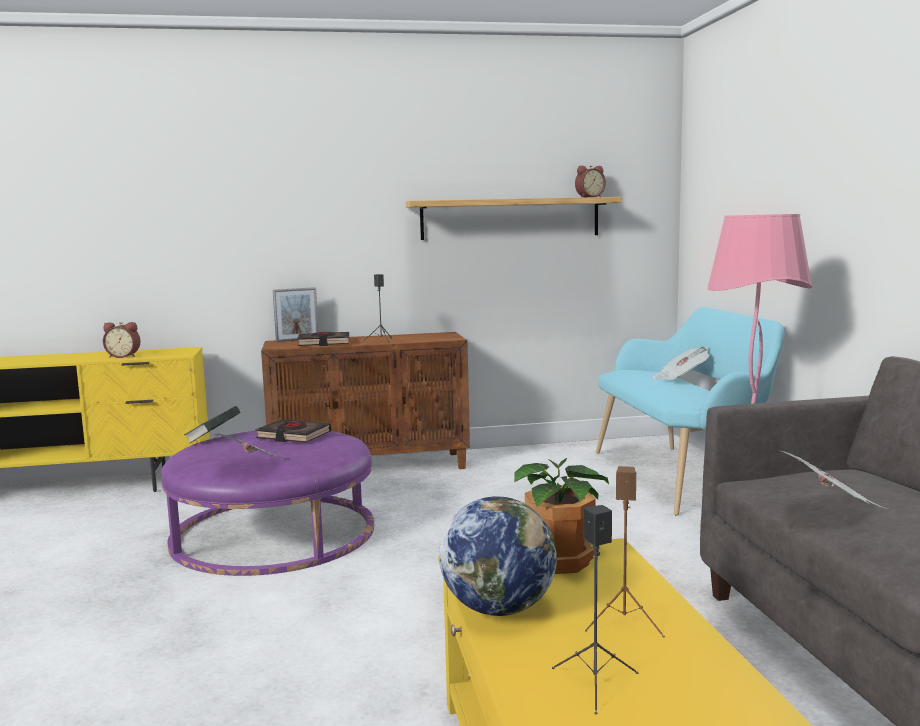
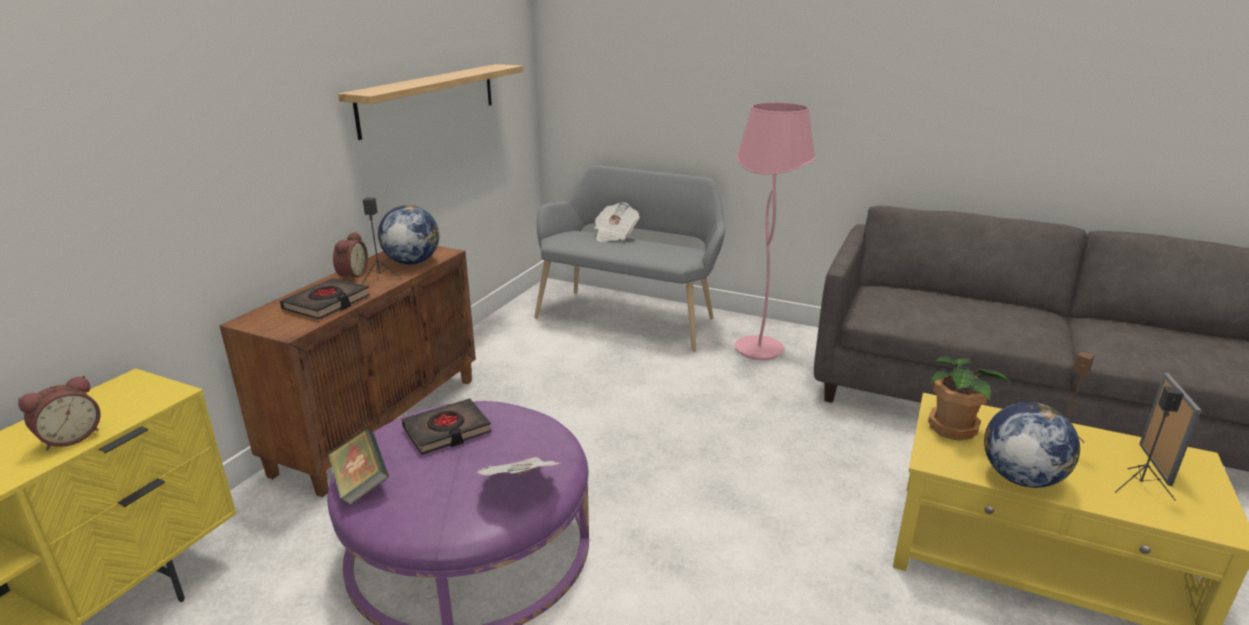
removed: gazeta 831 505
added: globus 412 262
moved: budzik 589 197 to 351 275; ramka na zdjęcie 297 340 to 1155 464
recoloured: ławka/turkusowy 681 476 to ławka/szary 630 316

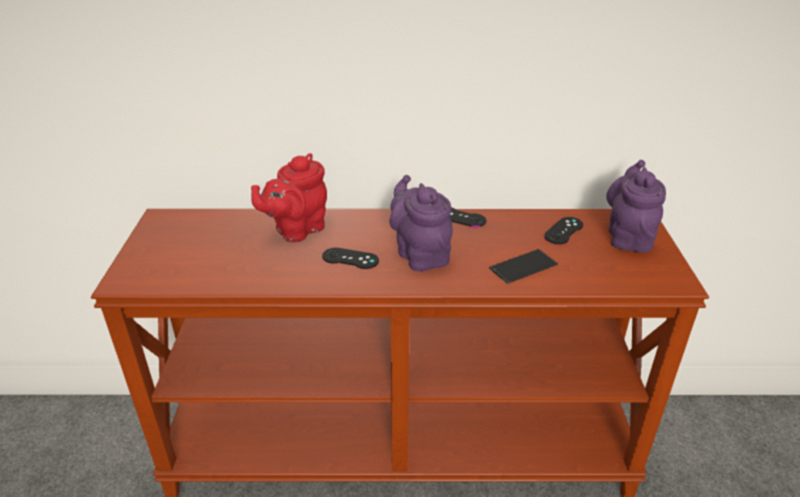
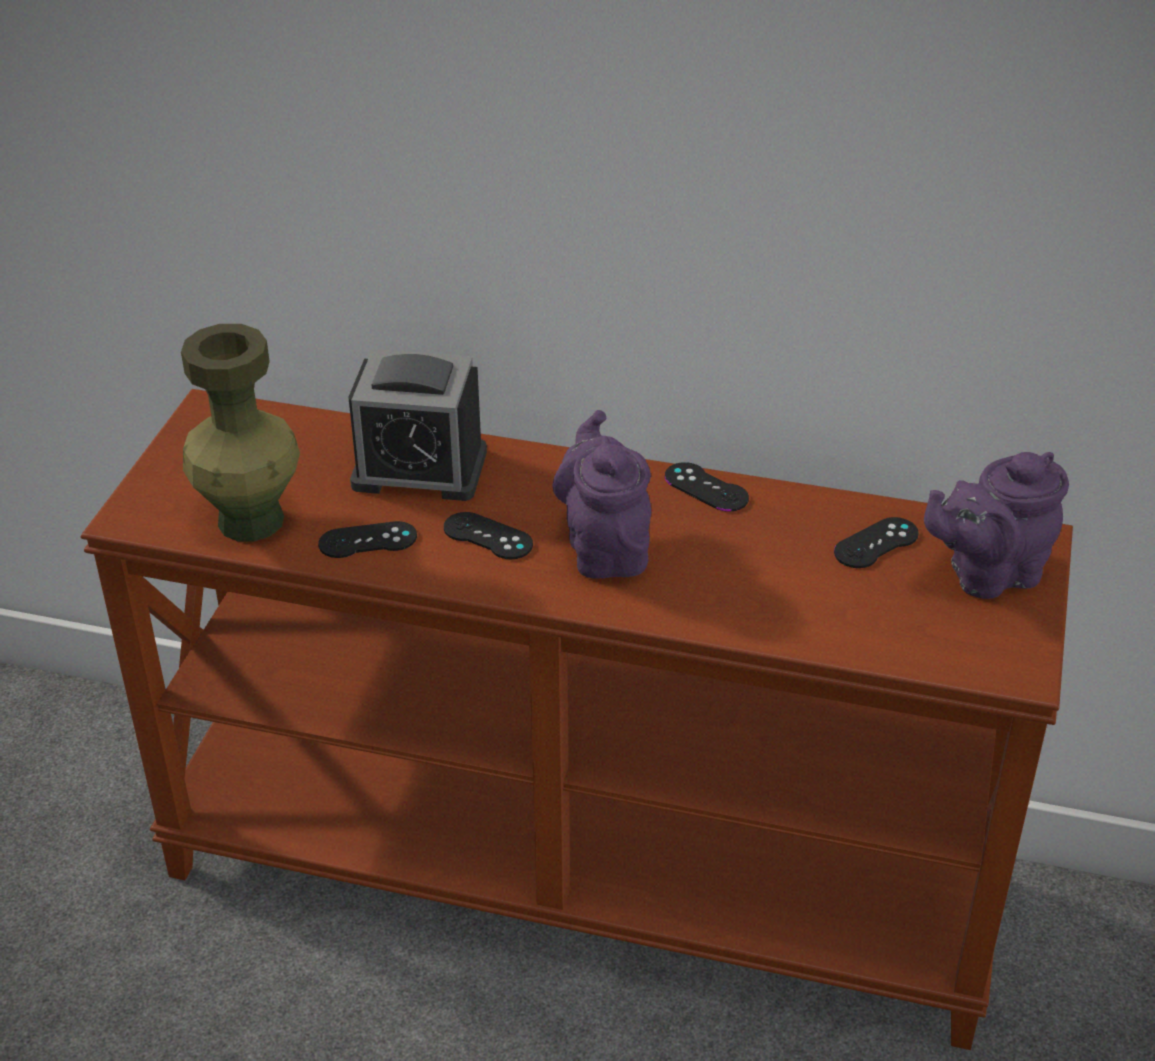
removed: telefon 523 266
added: wazon/zielony 251 520; pad do gier/czarny 368 540
replaced: imbryk/czerwony 296 230 to budzik 419 469
turned: imbryk/fioletowy 628 236 = 987 574 135 degrees counterclockwise

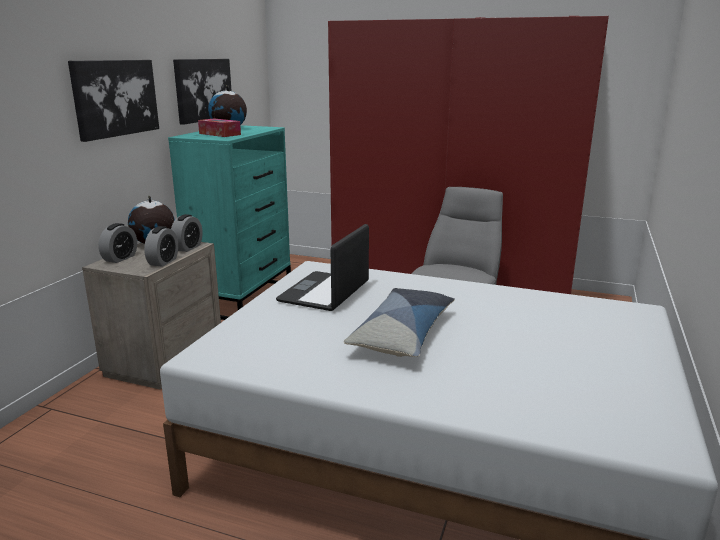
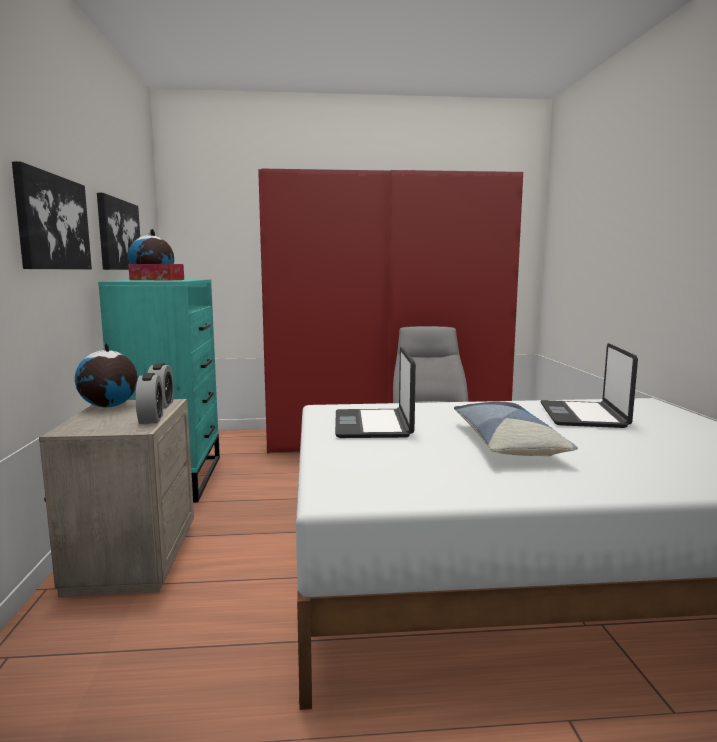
removed: budzik 120 258
added: laptop 583 416

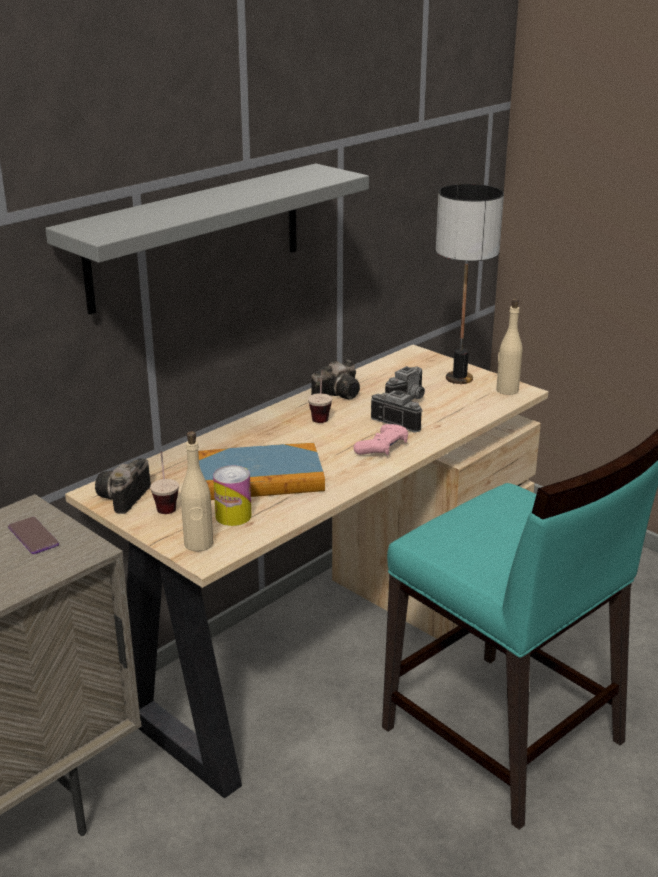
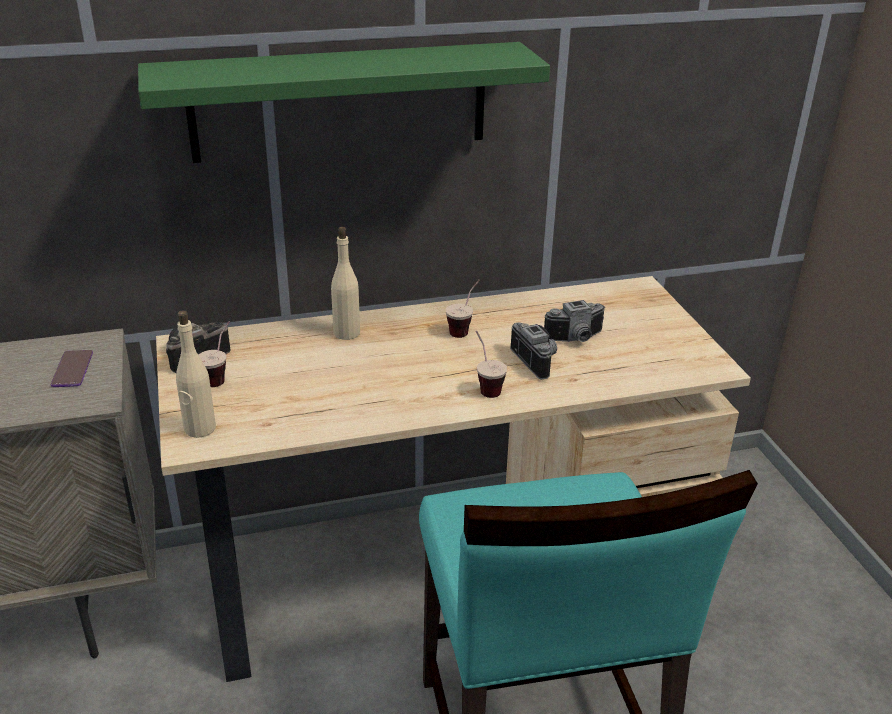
removed: lampa stołowa 458 379; aparat fotograficzny 340 393; książka 259 478; puszka 233 516
moved: butelka/beżowy 507 390 to 346 333
replaced: pad do gier/różowy 382 448 to filiżanka 485 386
recoloured: półka/szary 197 236 to półka/zielony 340 102

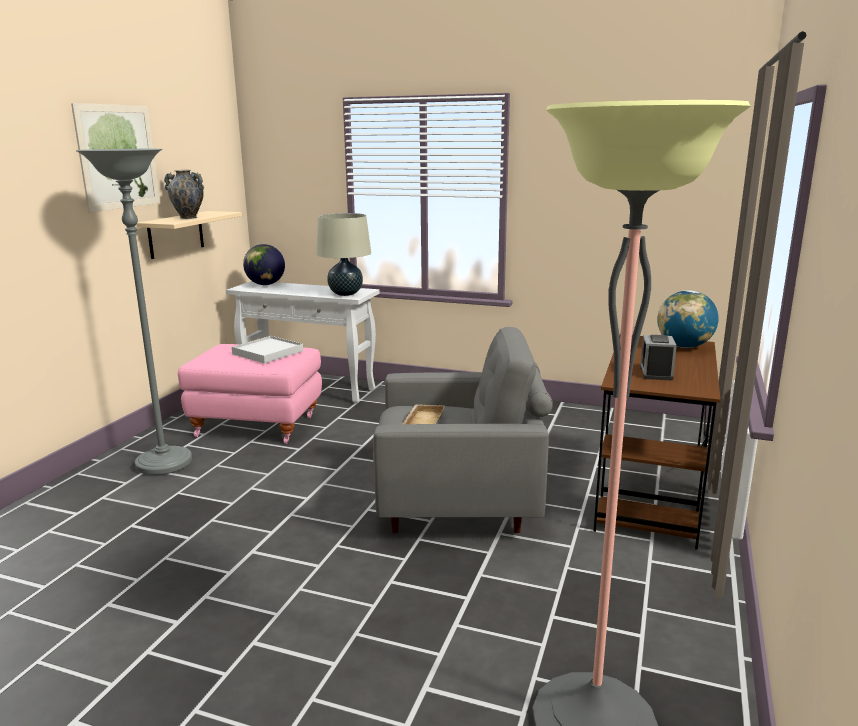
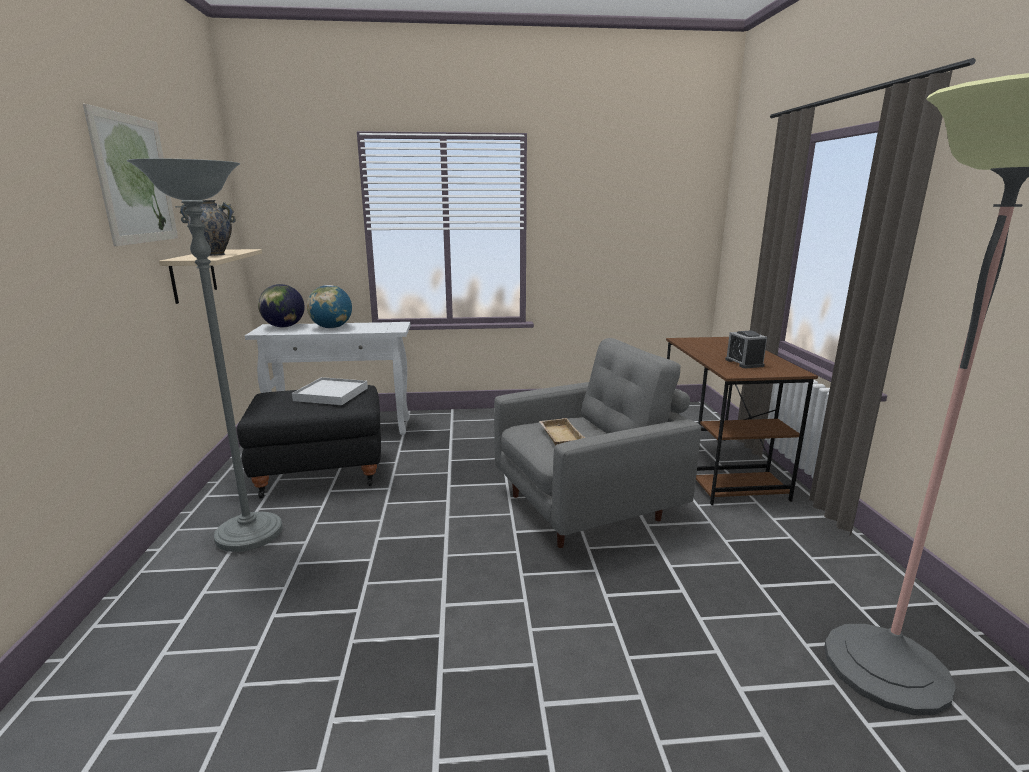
removed: lampa stołowa/beżowy 345 294
moved: globus 684 346 to 332 328
recoloured: pufa/różowy 258 424 to pufa/czarny 321 472

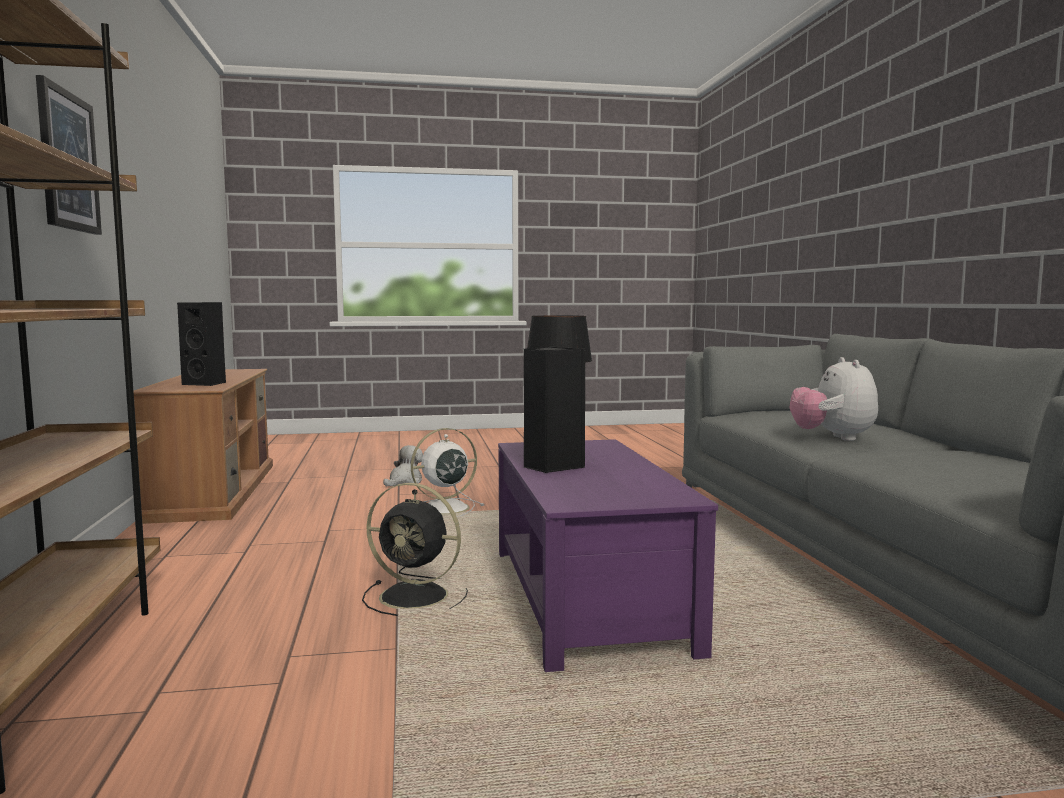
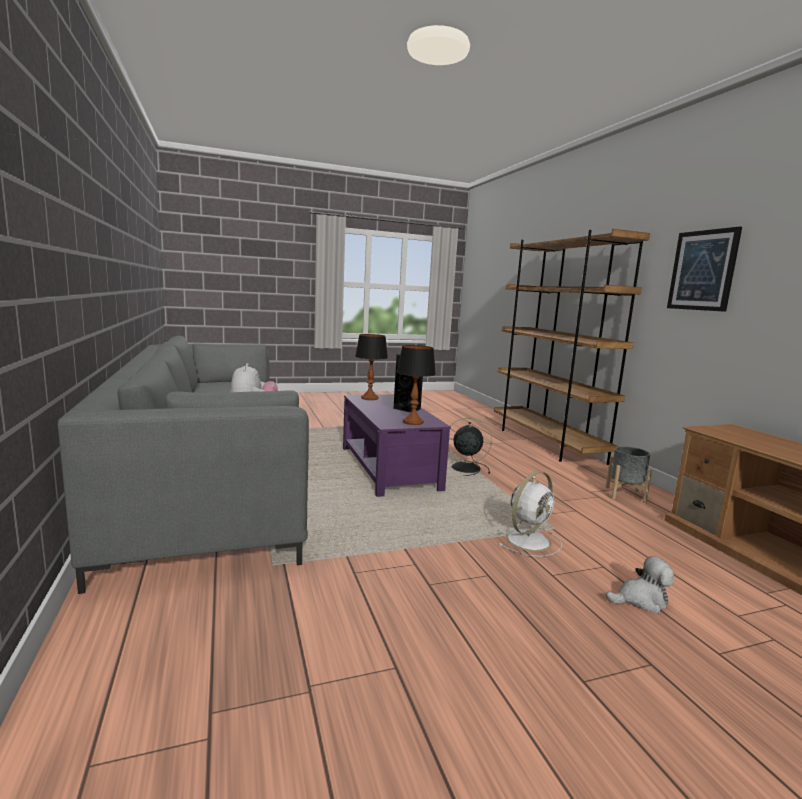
removed: głośnik/czarny 206 384
added: lampa stołowa 369 398; donica/szary 625 494
turned: pluszak 404 481 = 640 600 120 degrees counterclockwise

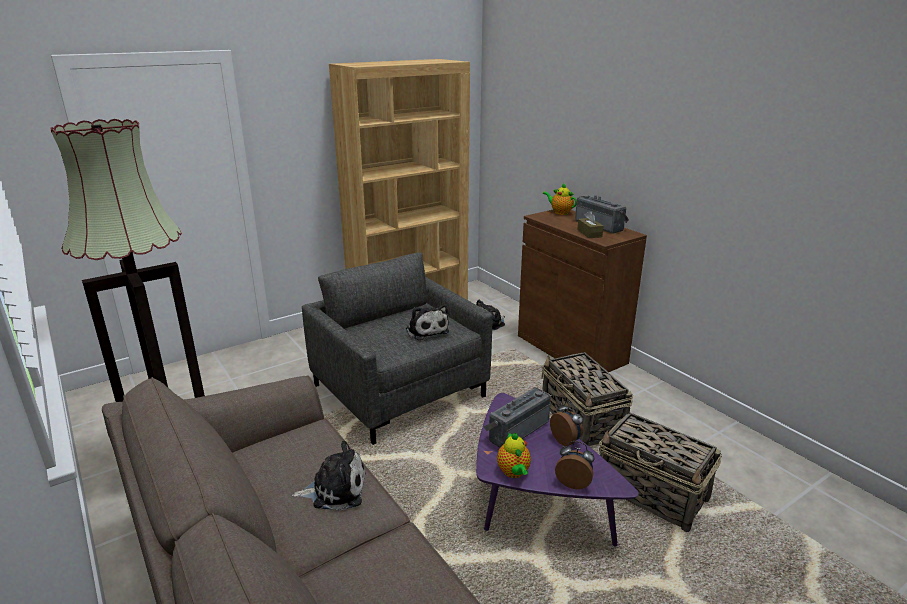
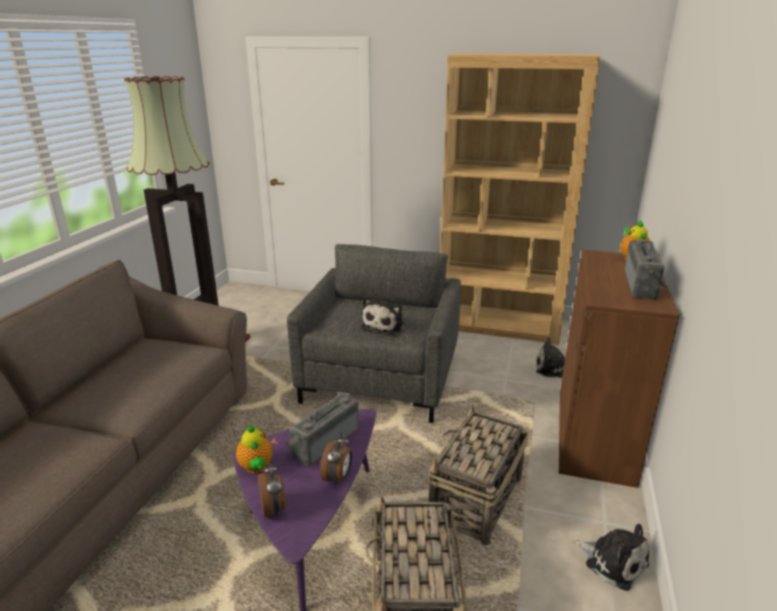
removed: pudełko chusteczek/brązowy 589 233
moved: pluszak 335 490 to 613 561
turned: radio 516 430 = 323 442 60 degrees counterclockwise; imbryk 513 473 = 256 467 60 degrees counterclockwise

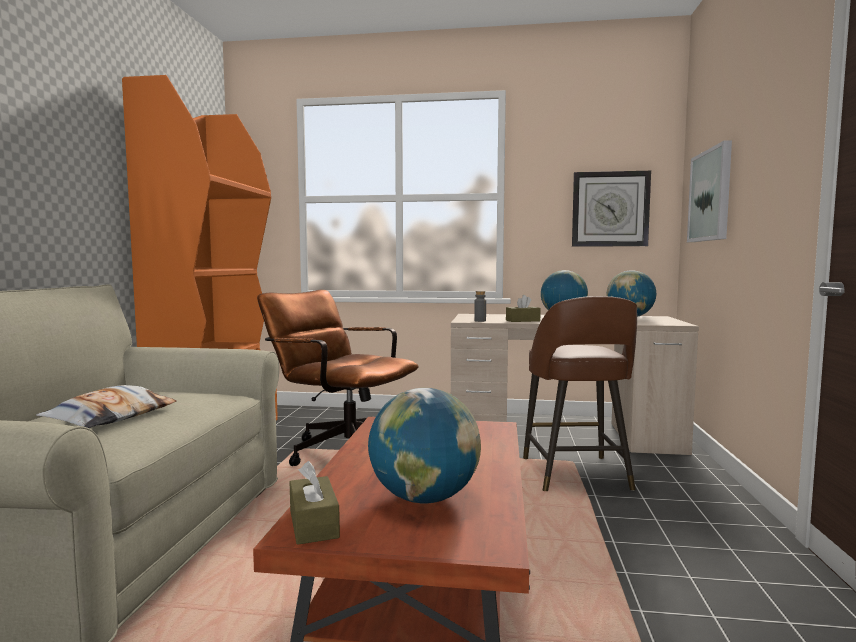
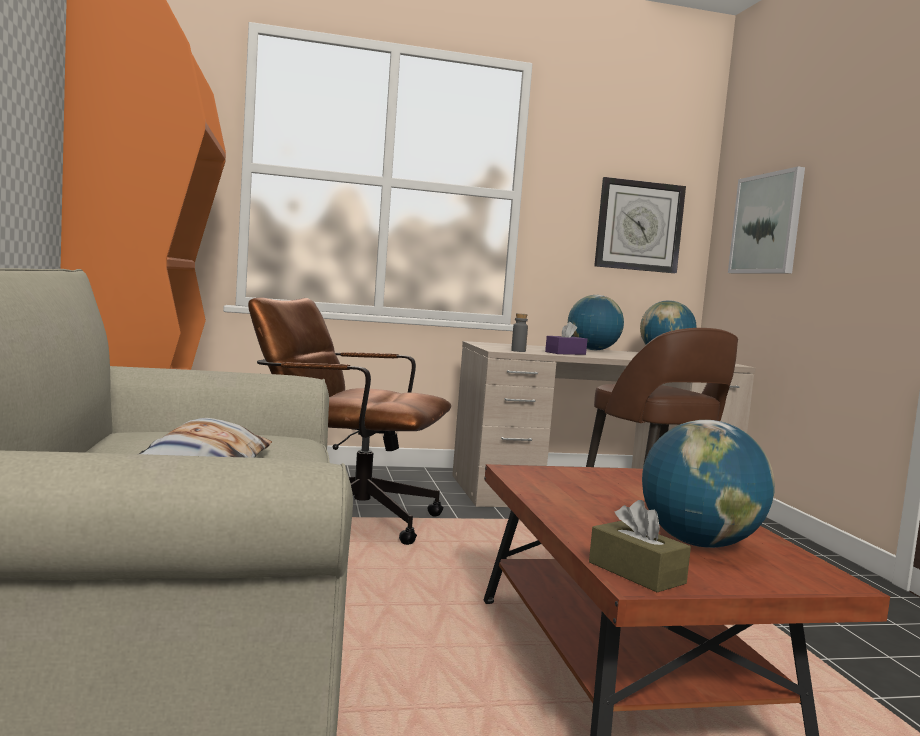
recoloured: pudełko chusteczek/brązowy 522 320 to pudełko chusteczek/fioletowy 565 353

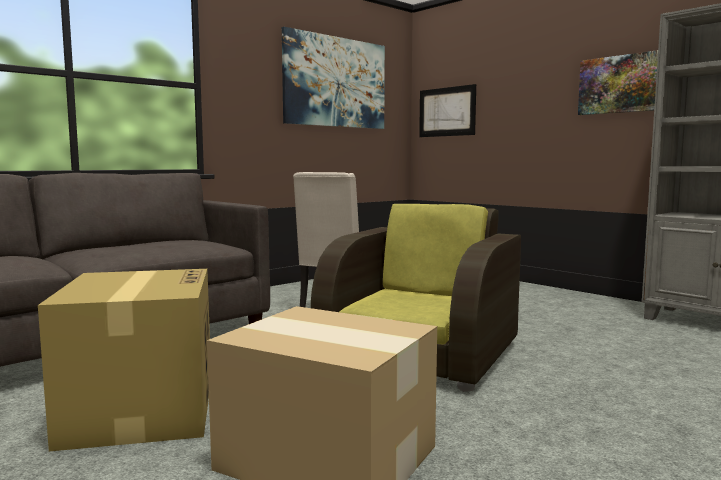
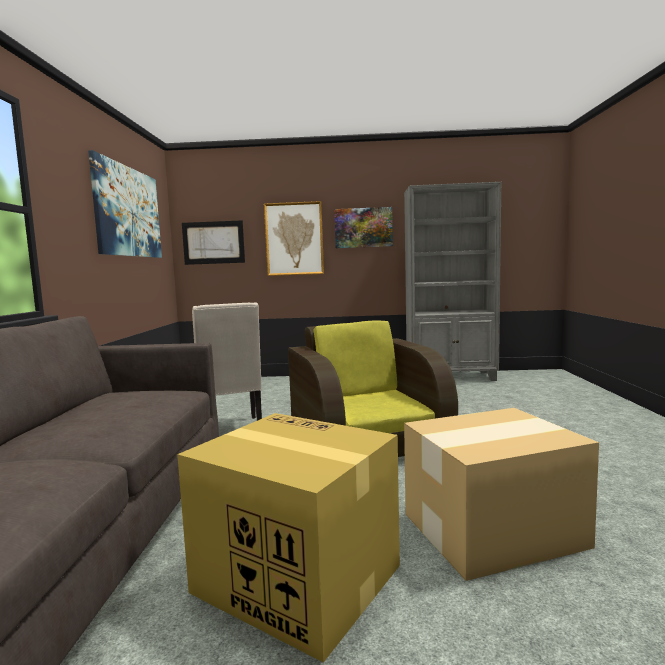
added: obraz 294 239

